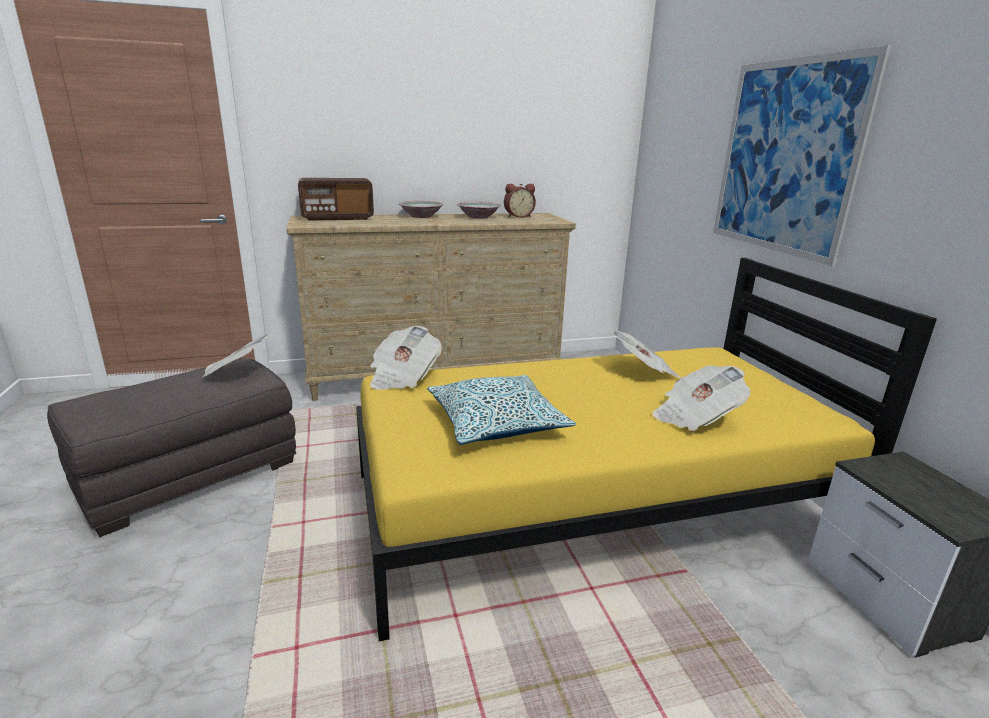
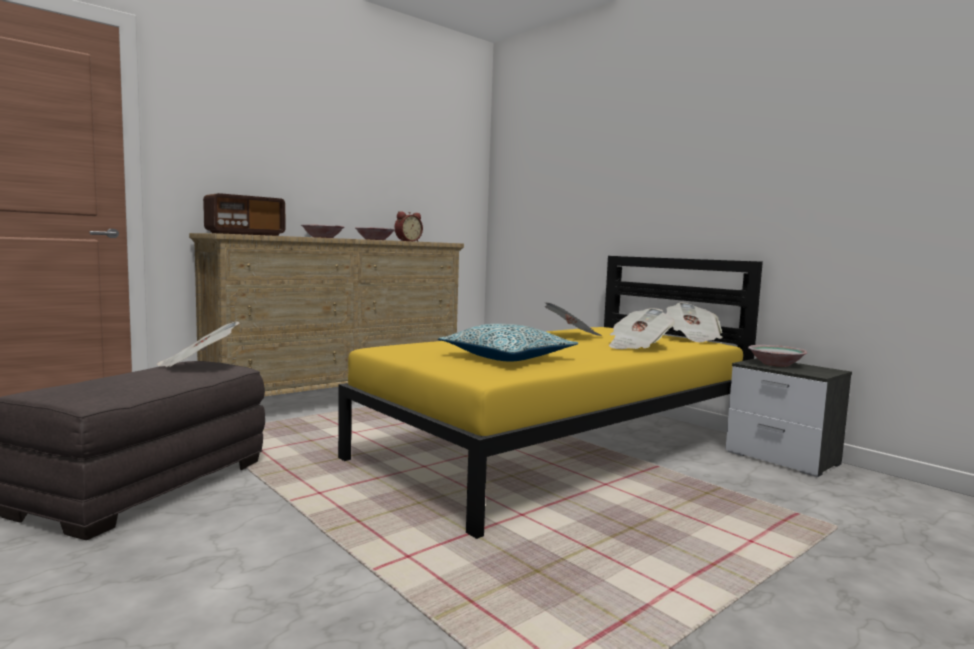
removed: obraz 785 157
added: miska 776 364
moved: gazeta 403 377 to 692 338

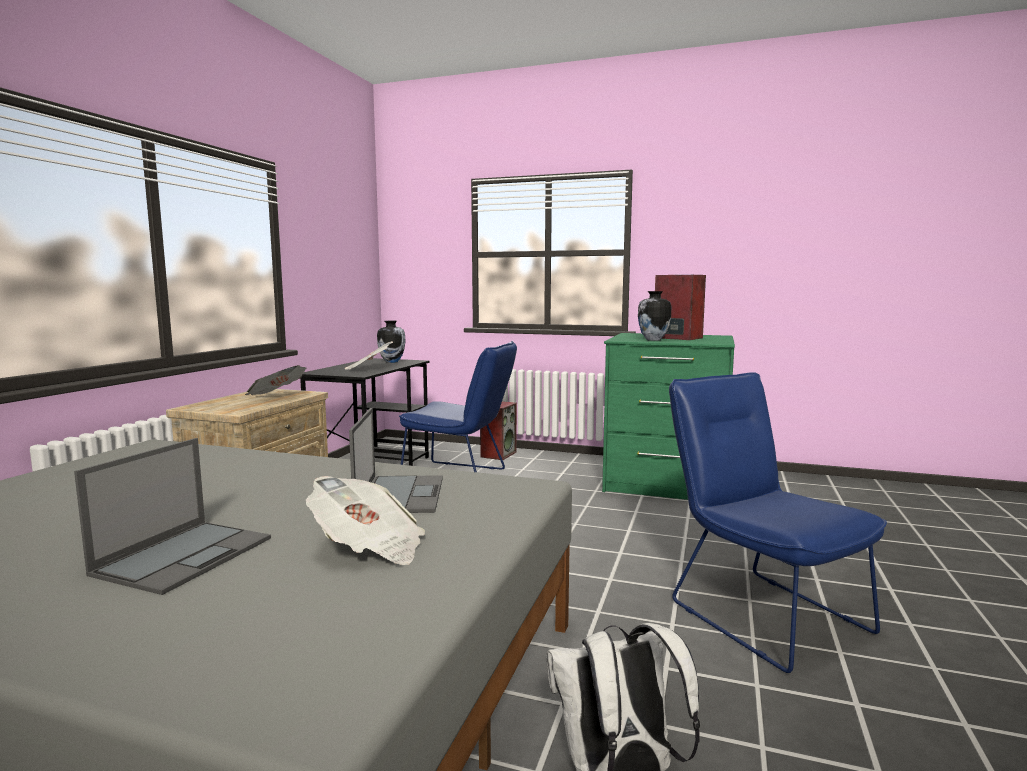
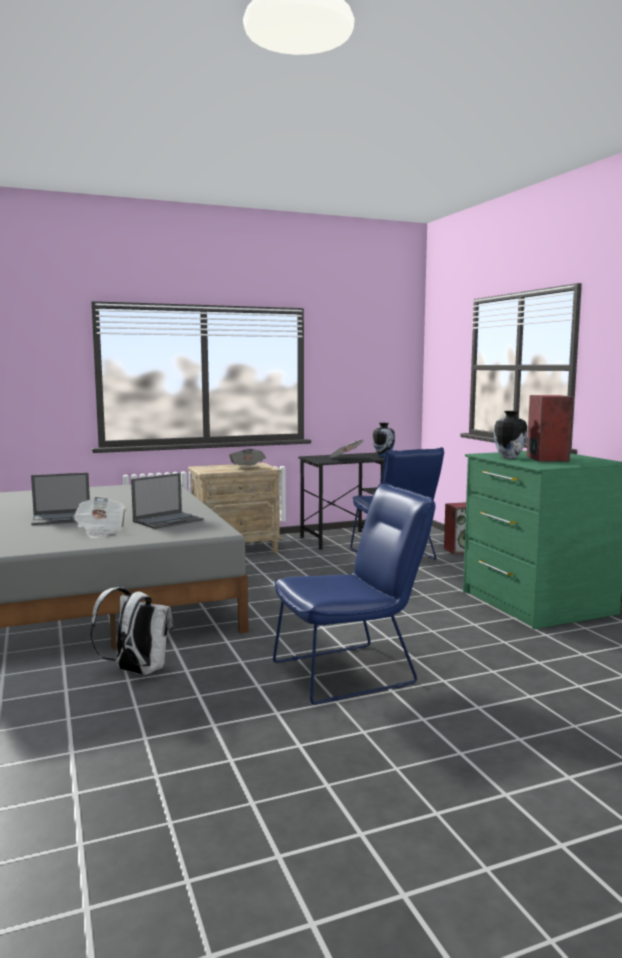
turned: krzesło/niebieski 758 611 = 352 671 45 degrees clockwise

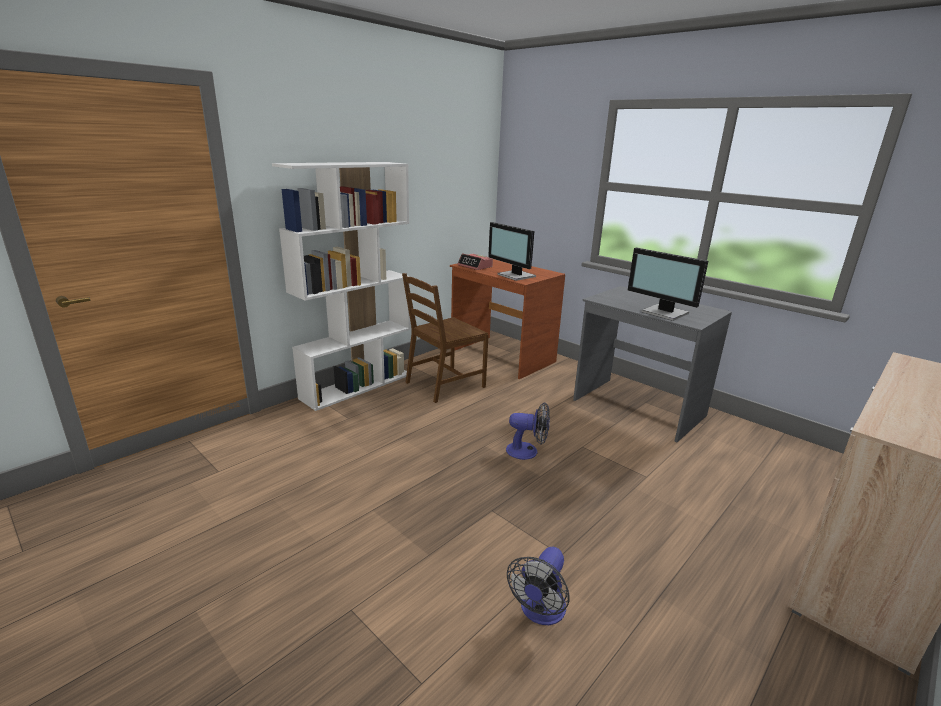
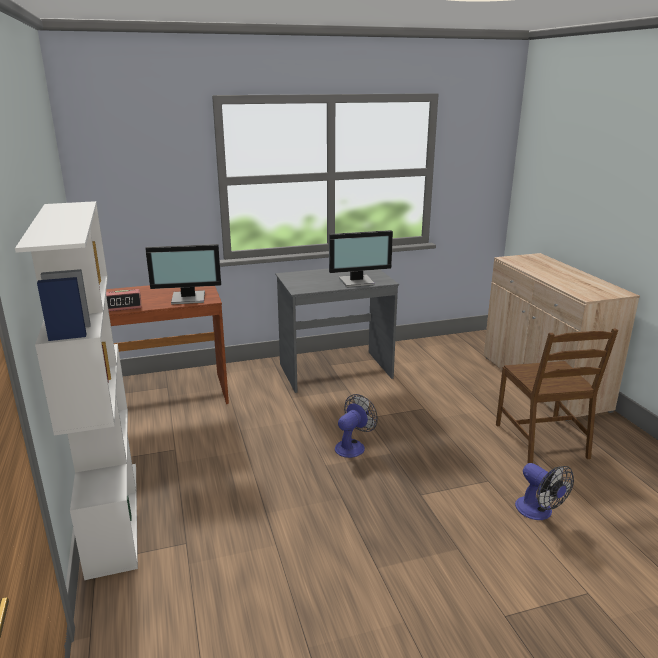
moved: krzesło/brązowy 444 384 to 542 441

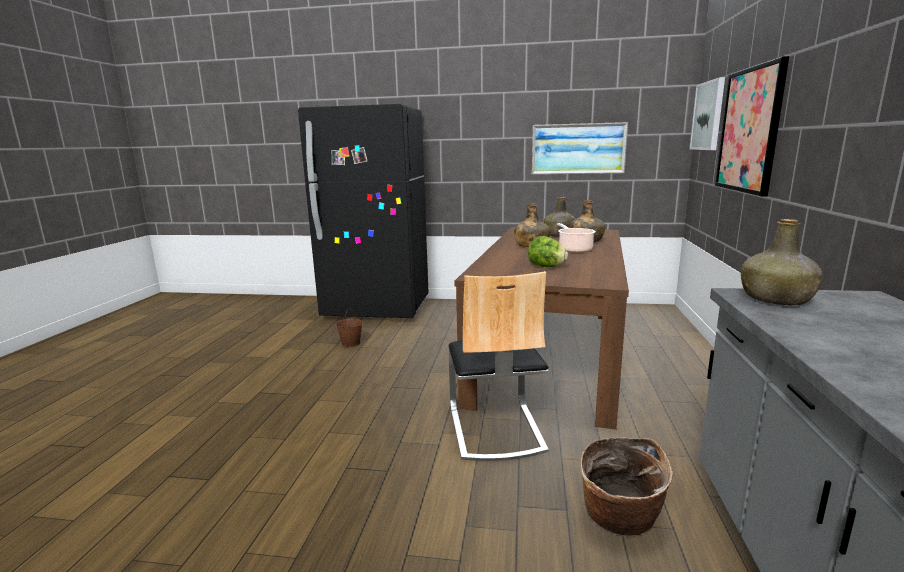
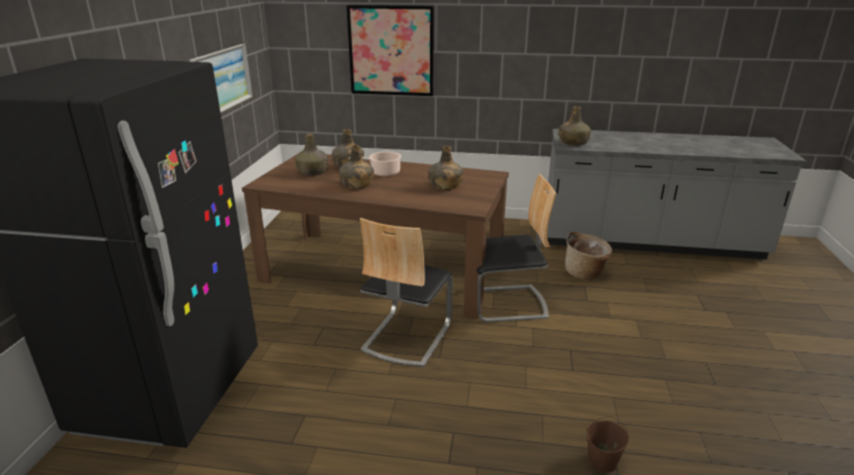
removed: obraz 708 116
added: krzesło 406 337
moved: wiadro/brązowy 351 343 to 602 460
replaced: sałata 546 267 to butelka/zielony 445 186

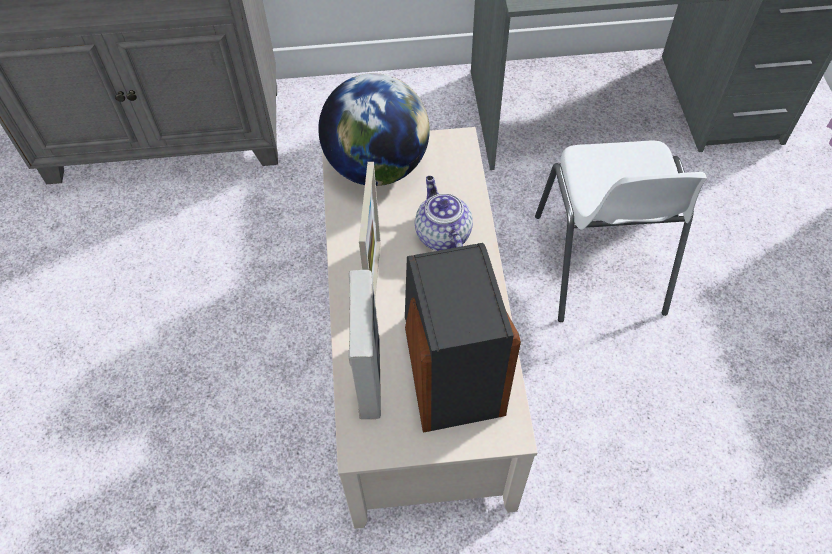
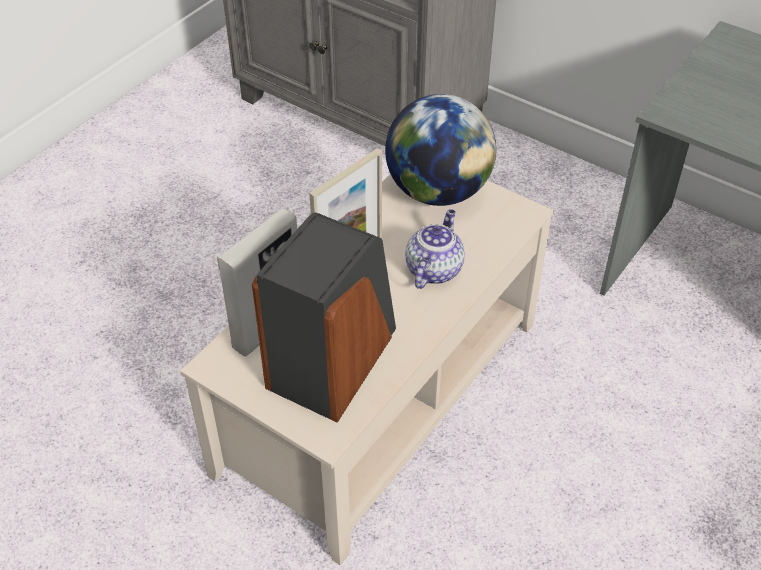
removed: krzesło/biały 599 265

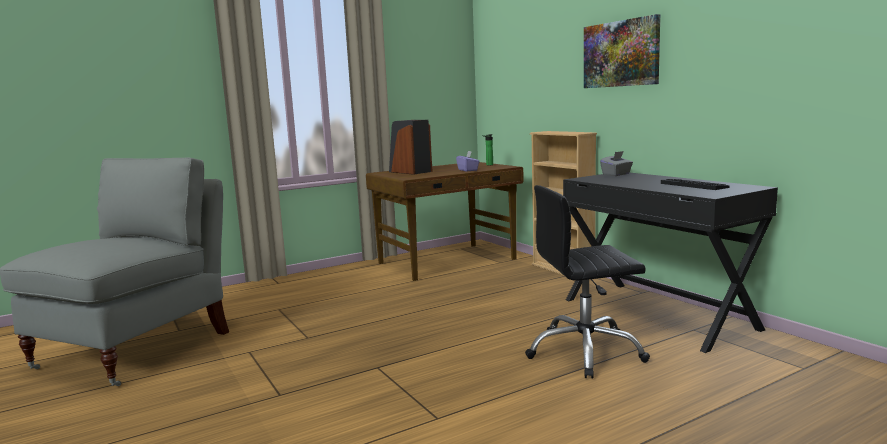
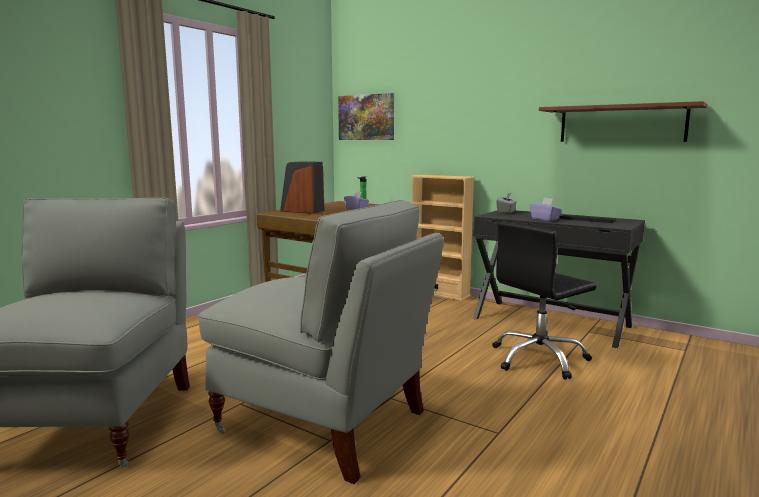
added: półka/brązowy 621 124; pudełko chusteczek/fioletowy 545 219; krzesło/szary 325 423
moved: obraz 621 54 to 366 117

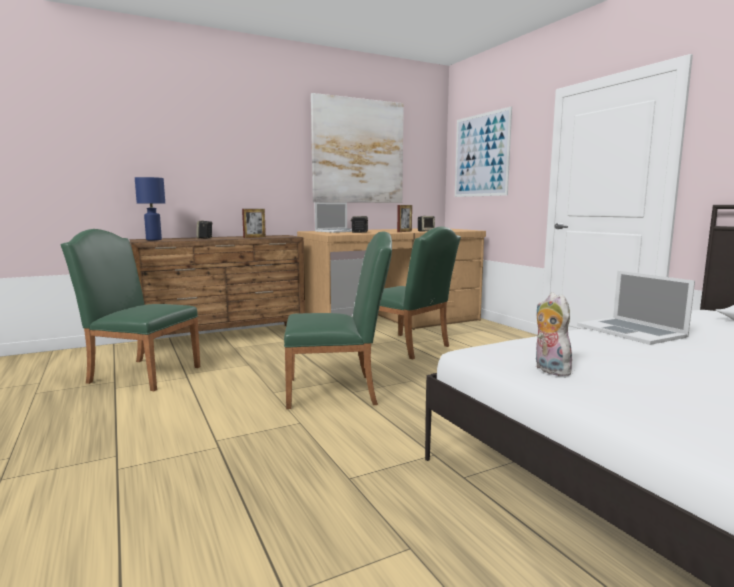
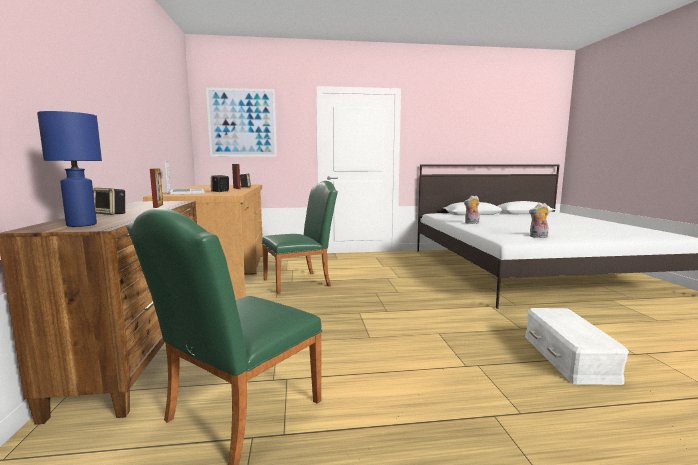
removed: obraz 358 151; krzesło/zielony 338 391
added: pojemnik do przechowywania/biały 569 357
replaced: laptop 631 331 to pluszak 471 223

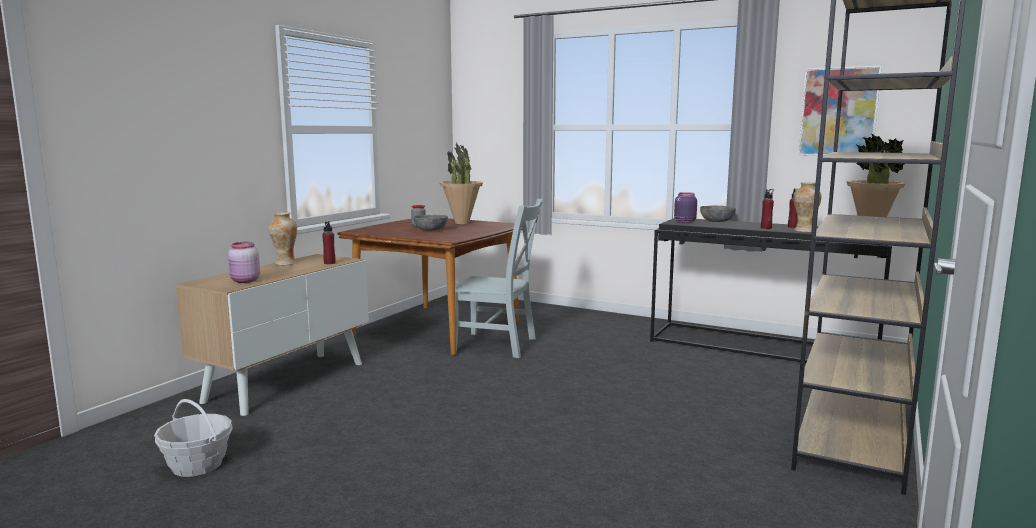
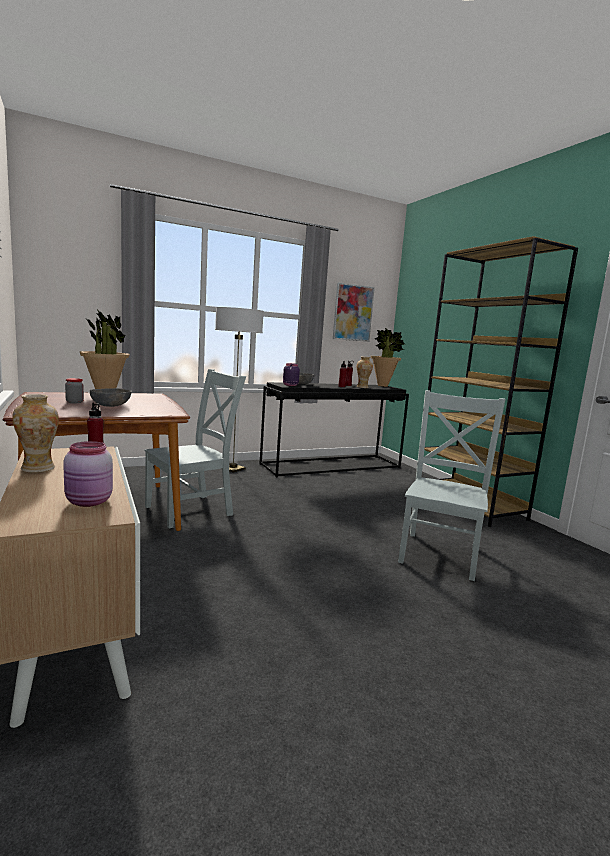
removed: koszyk 197 465
added: lampa stojąca 233 469; krzesło/szary 440 553

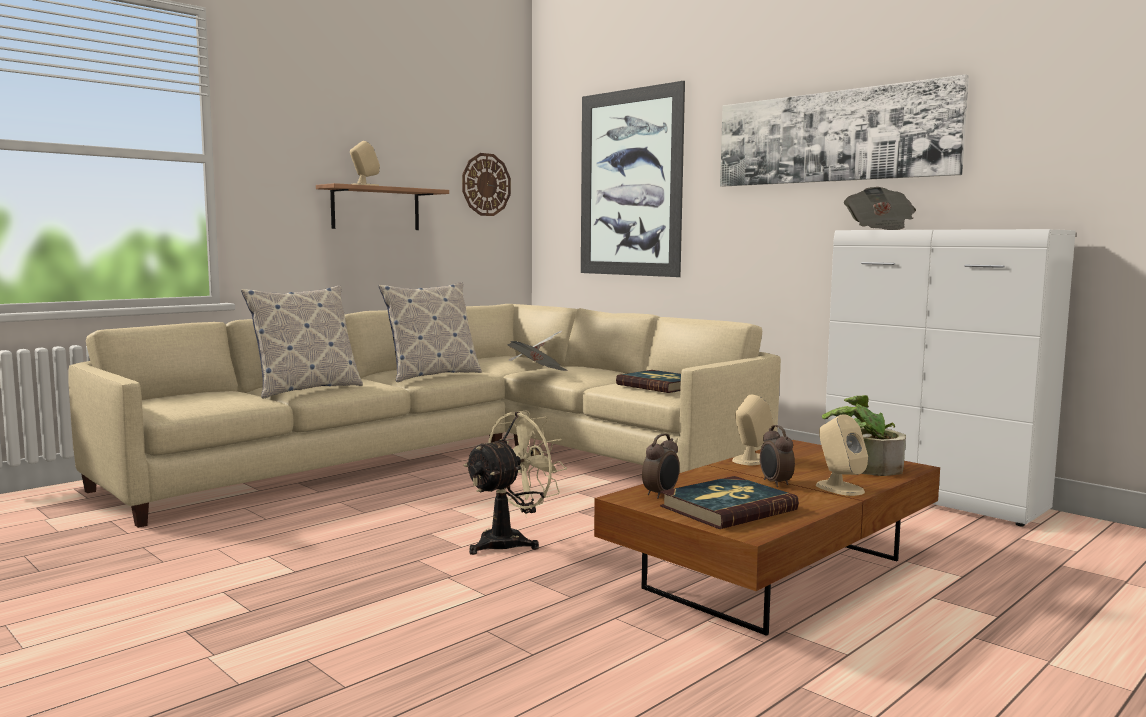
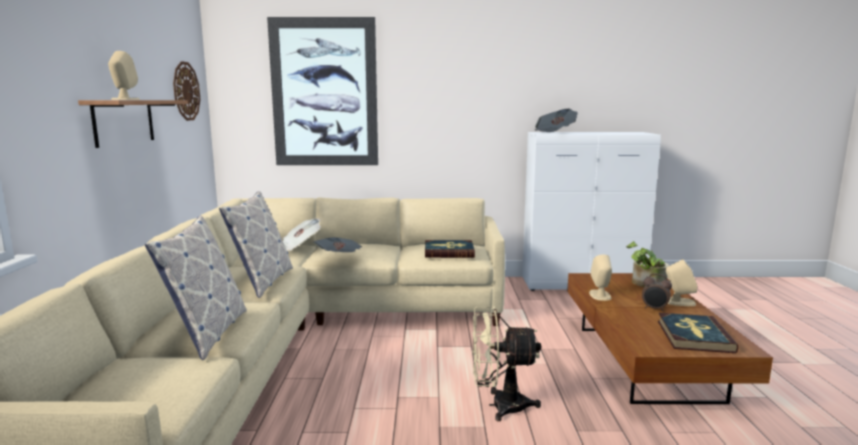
removed: obraz 832 137; budzik 661 495
turned: wentylator/beżowy 511 541 = 499 406 90 degrees counterclockwise

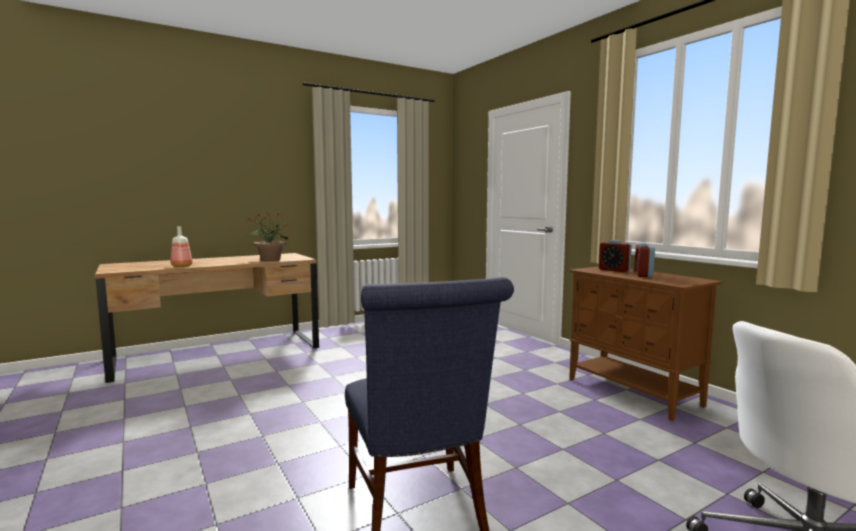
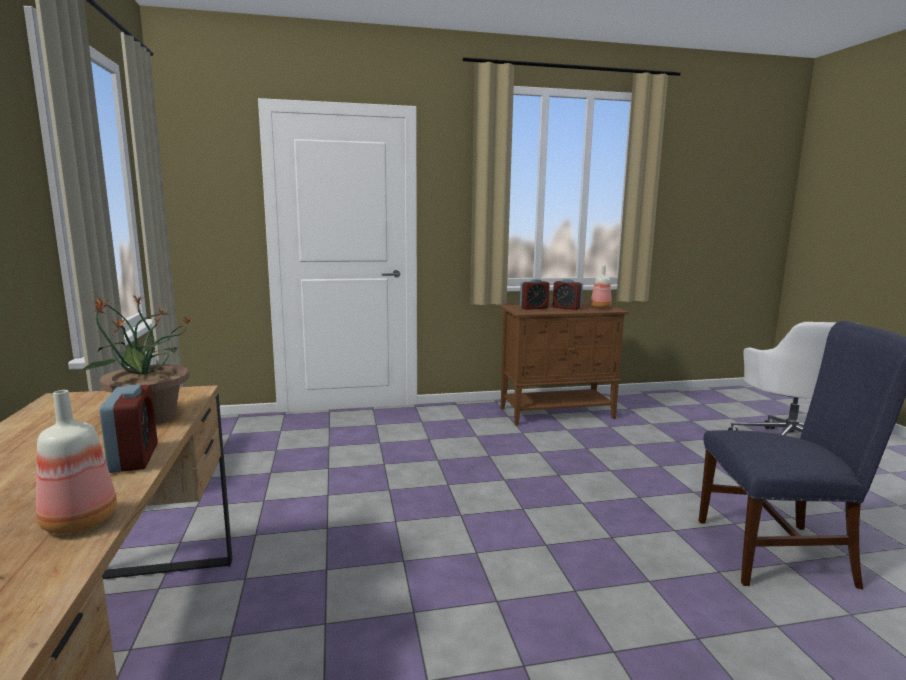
added: butelka 600 307; budzik 134 458

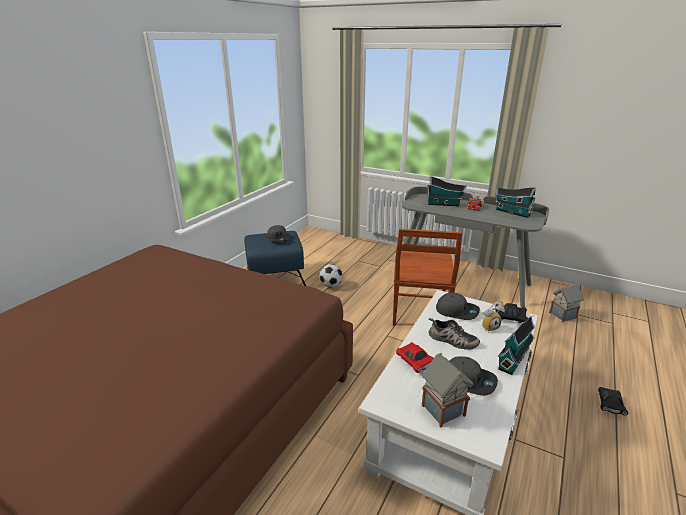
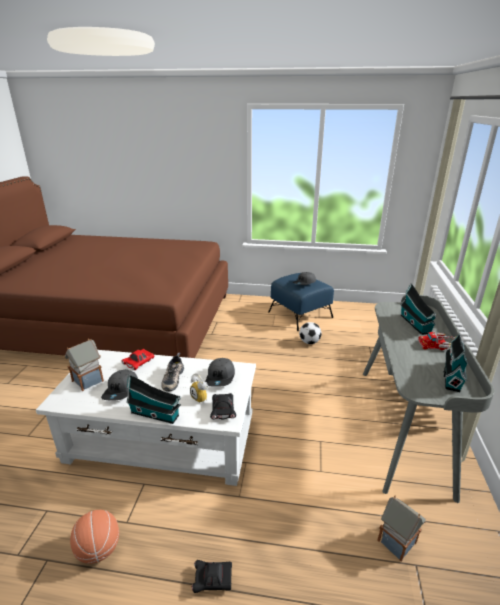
removed: krzesło/brązowy 419 311
added: piłka do koszykówki 99 549

